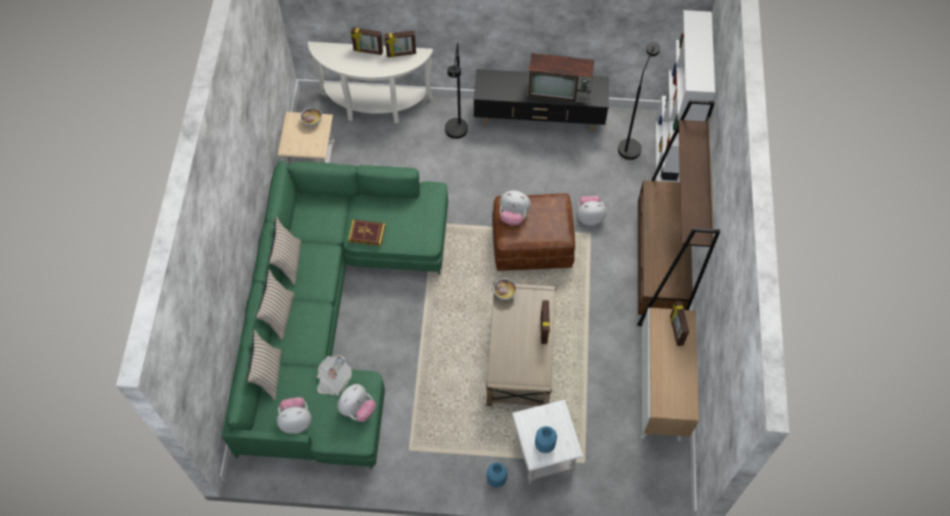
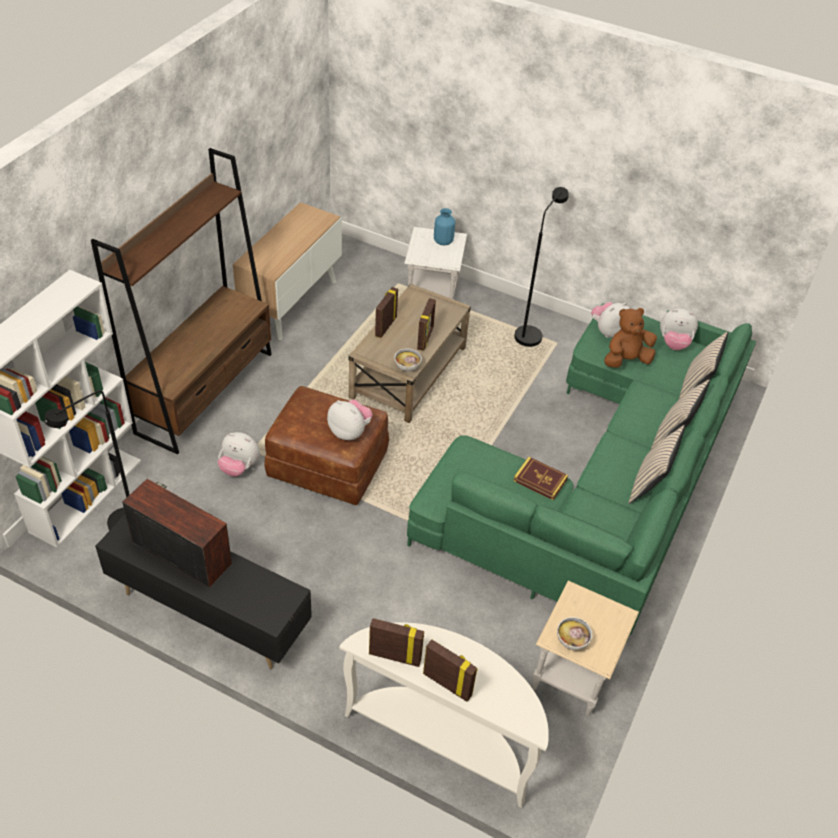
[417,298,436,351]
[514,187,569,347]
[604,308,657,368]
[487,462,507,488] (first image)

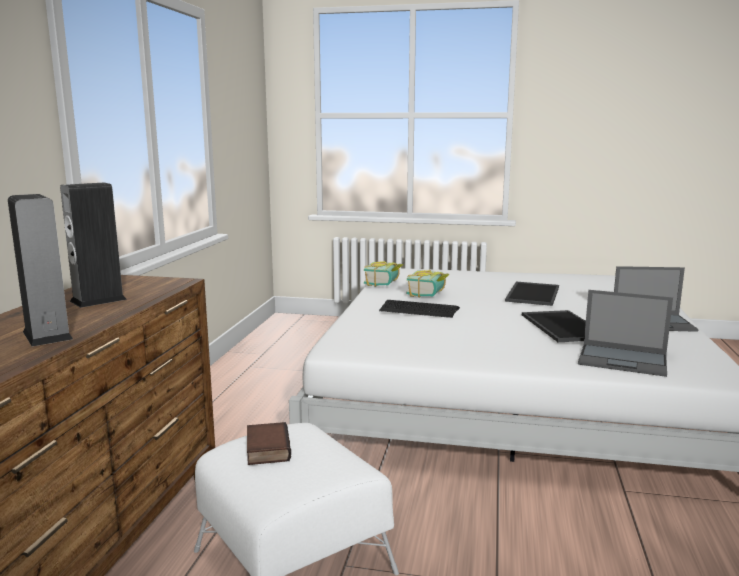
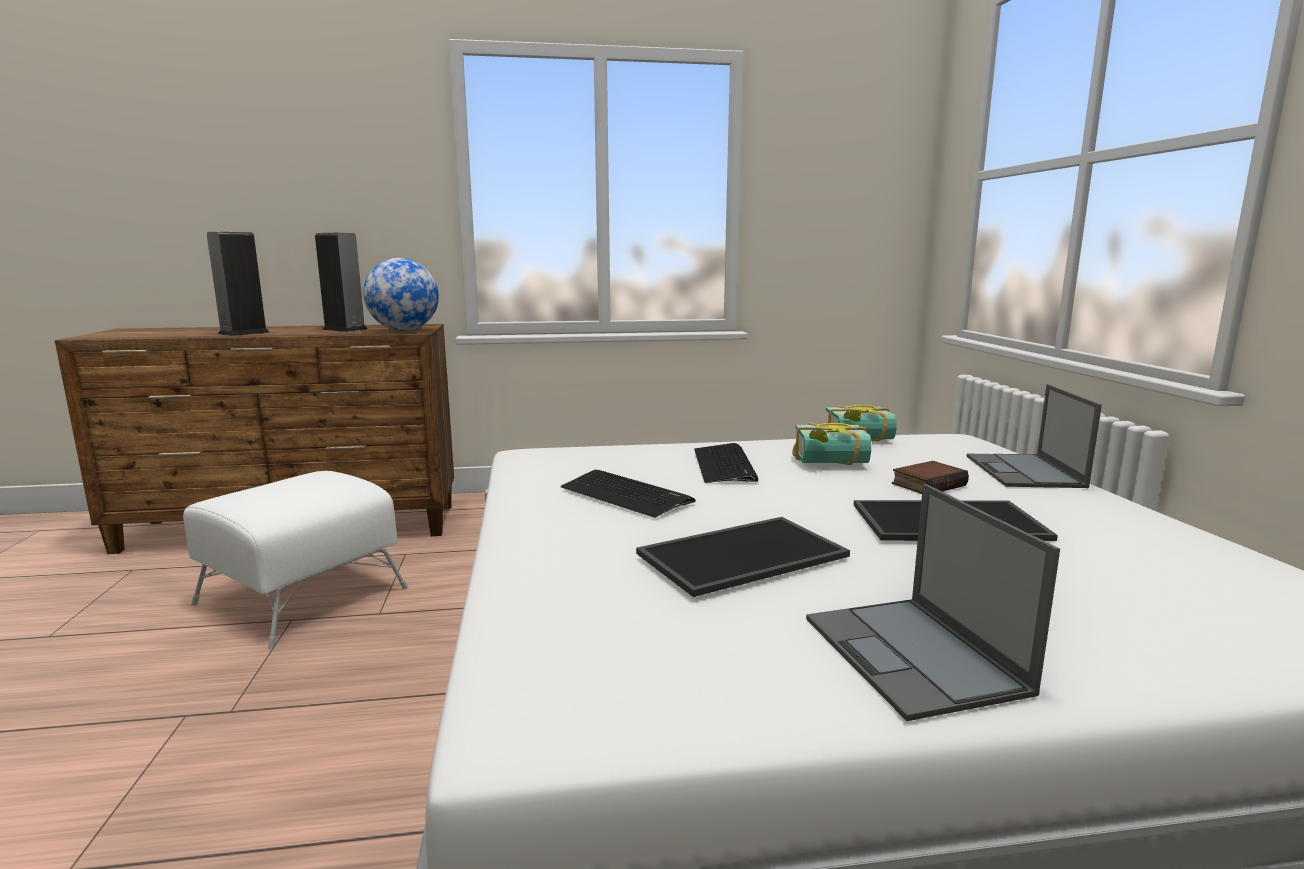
[363,258,439,331]
[561,470,696,518]
[892,461,969,494]
[967,384,1102,488]

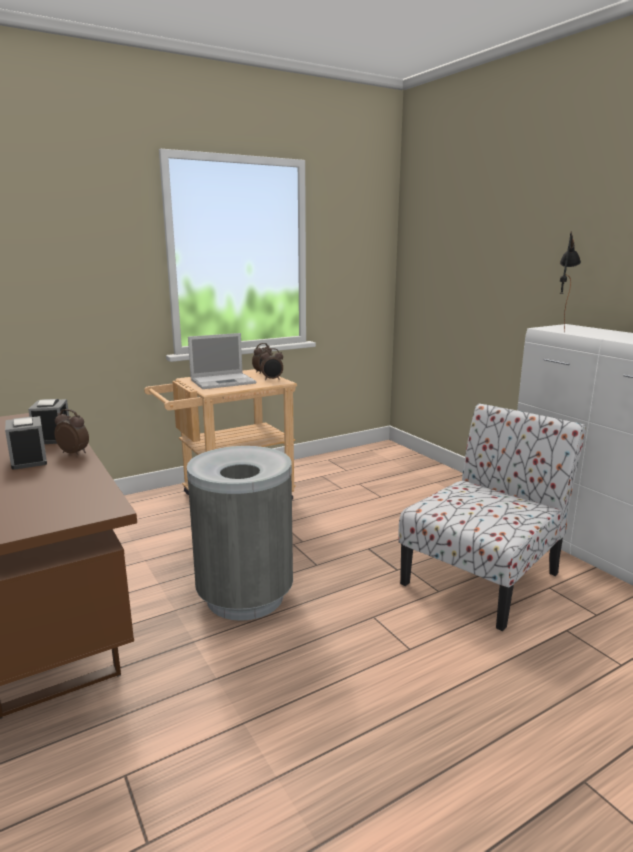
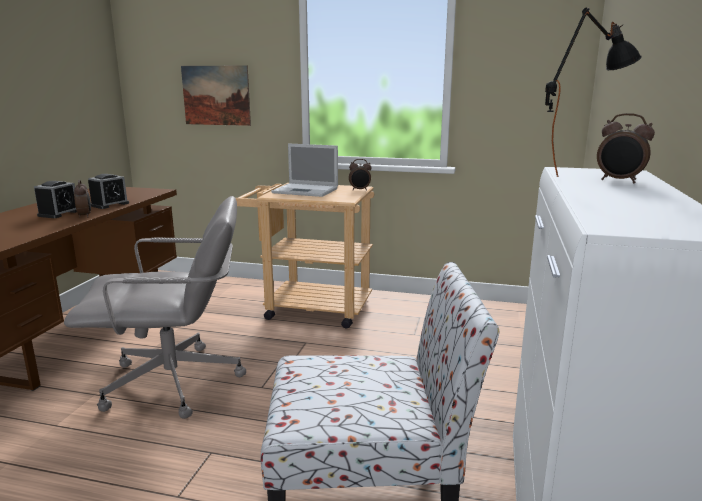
[64,196,246,419]
[181,66,251,126]
[597,113,655,183]

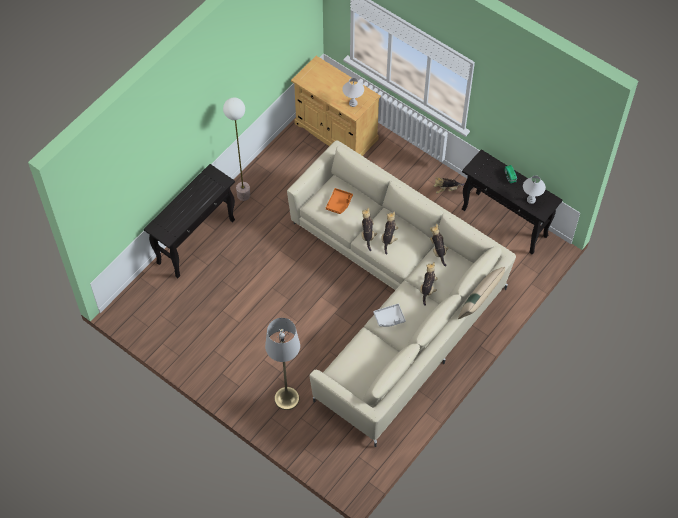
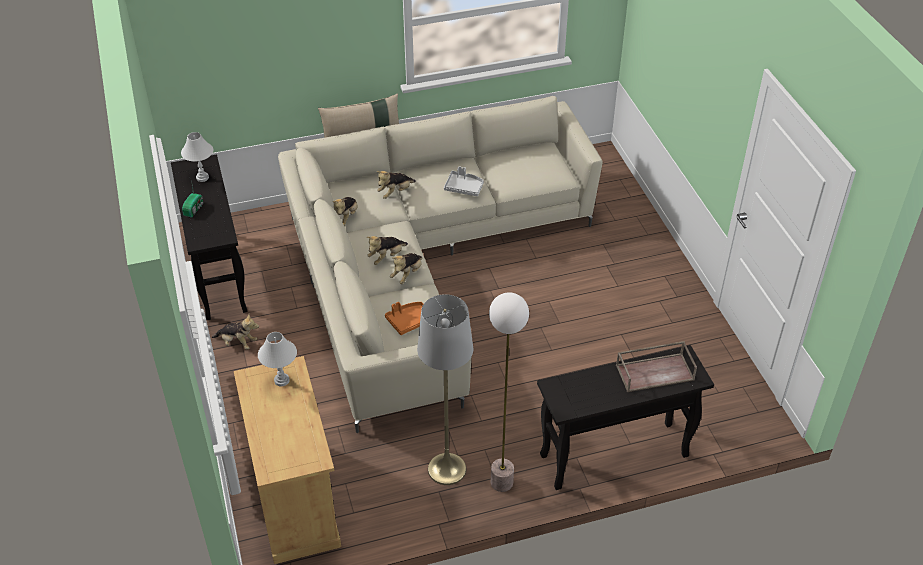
[417,294,473,485]
[616,341,697,392]

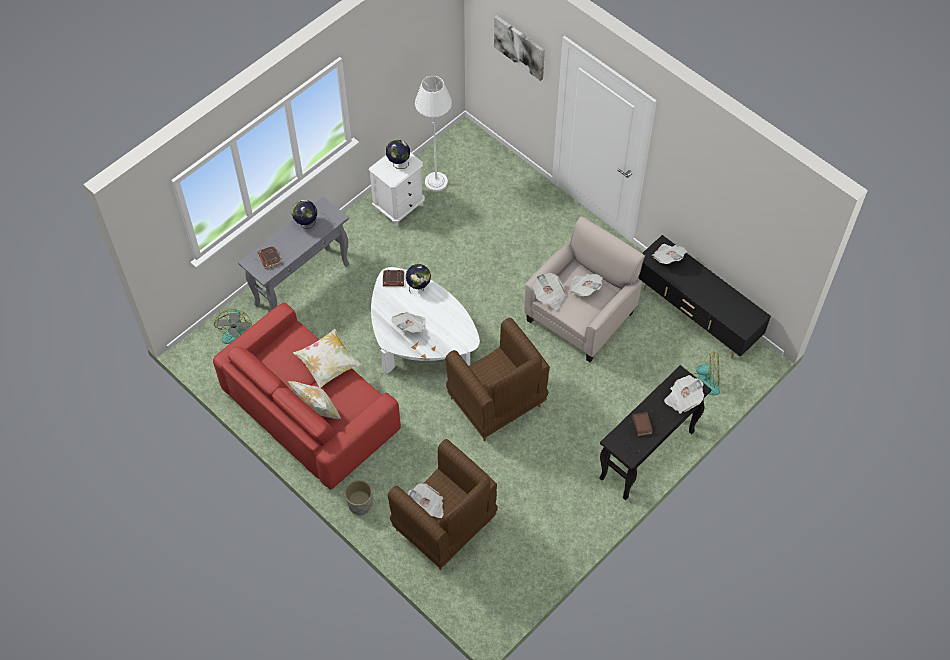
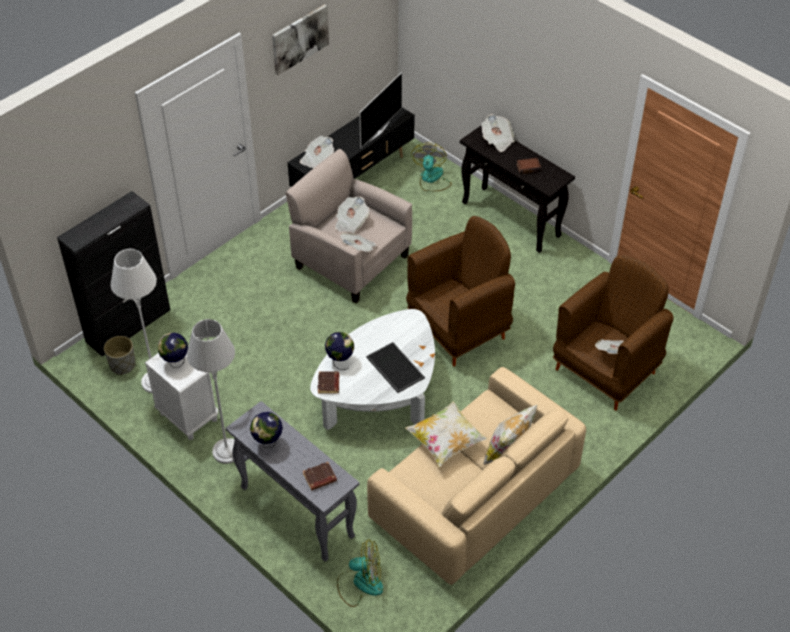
[57,191,170,357]
[104,336,135,375]
[187,319,235,464]
[272,4,329,75]
[359,72,402,148]
[366,342,425,393]
[367,367,586,585]

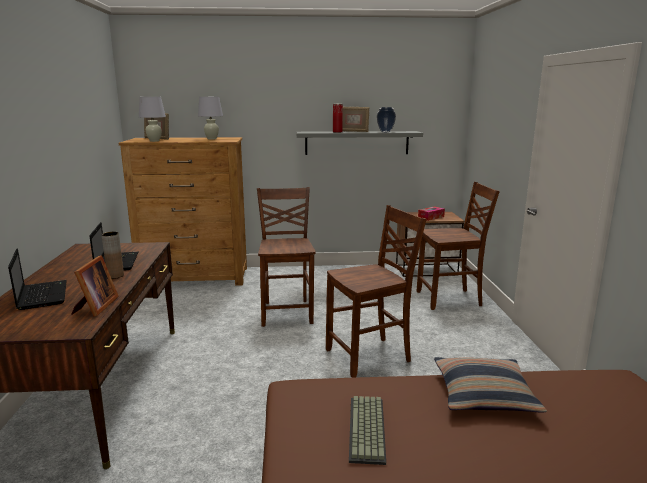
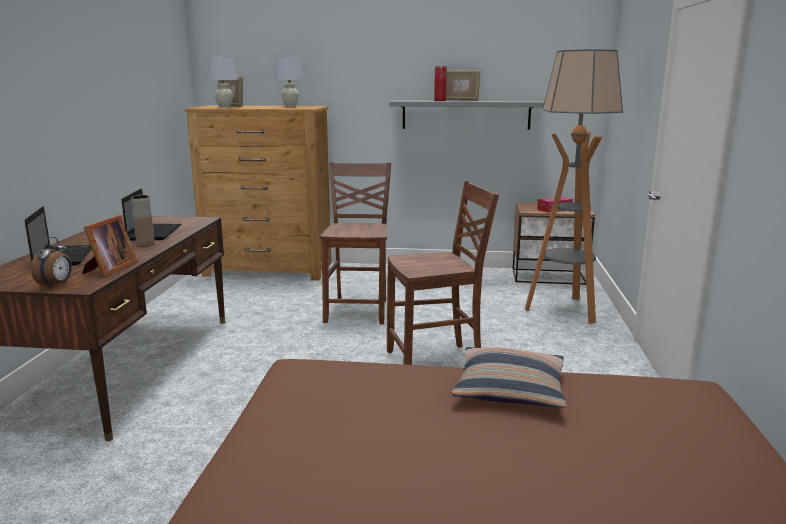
[31,237,72,289]
[525,49,623,324]
[349,396,386,465] (first image)
[377,107,396,132] (first image)

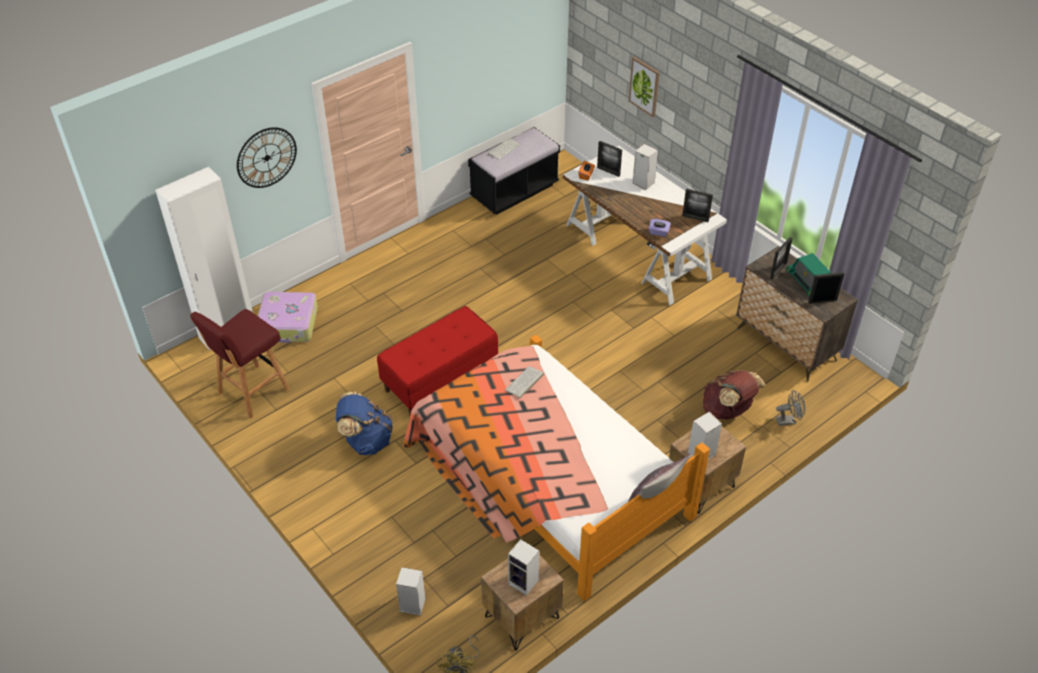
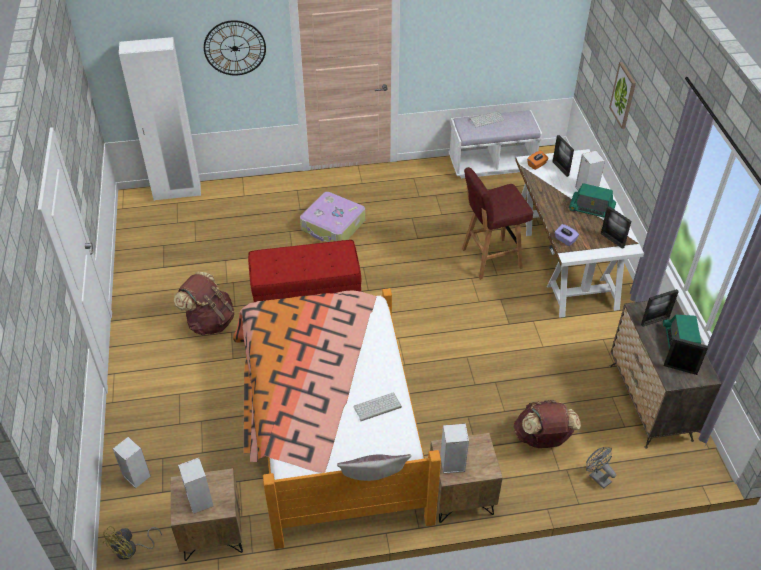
[174,272,234,335]
[300,192,365,242]
[353,392,402,421]
[449,110,542,178]
[462,167,533,280]
[569,183,616,217]
[586,447,616,489]

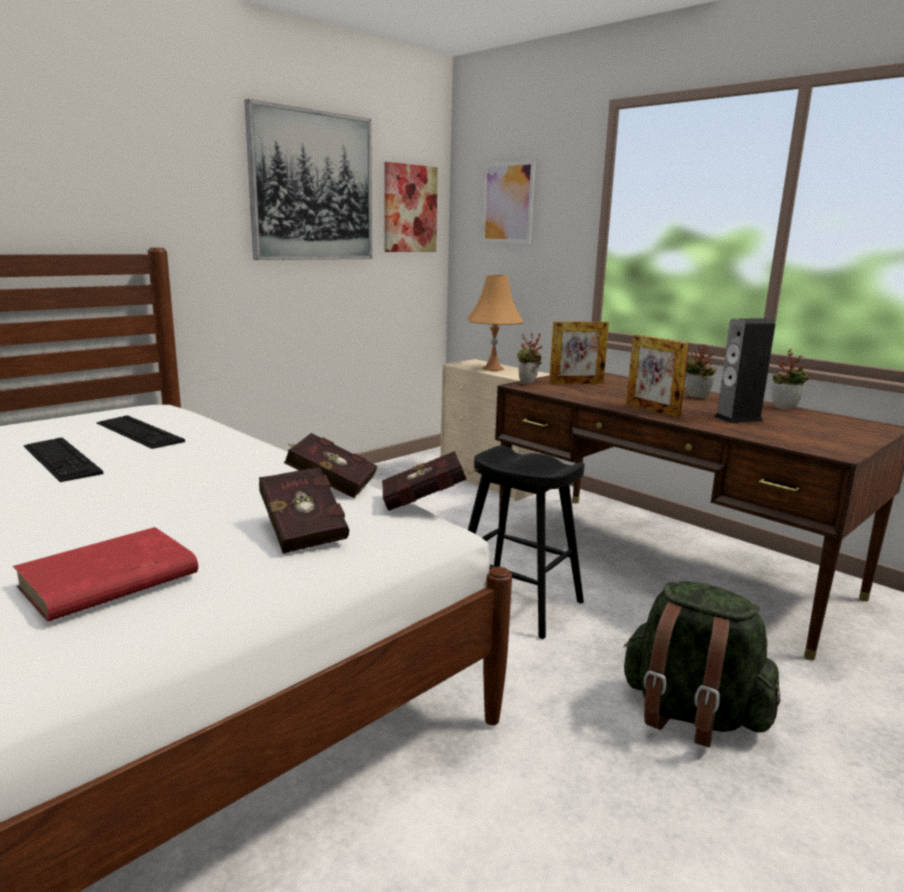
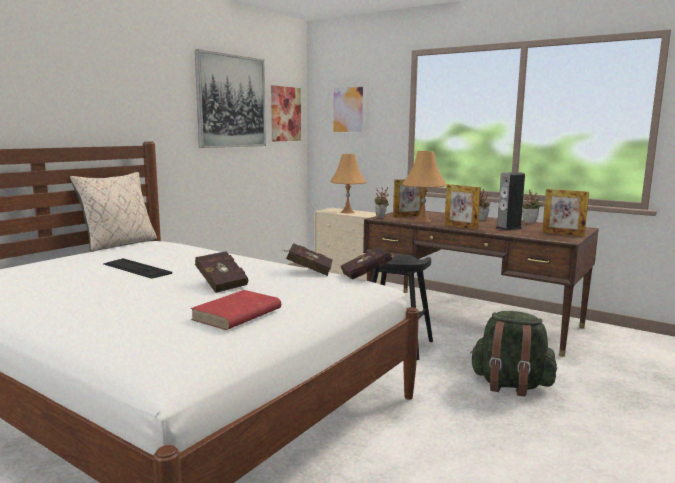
[70,172,157,252]
[195,251,248,293]
[402,151,446,222]
[542,189,589,236]
[97,415,185,449] (first image)

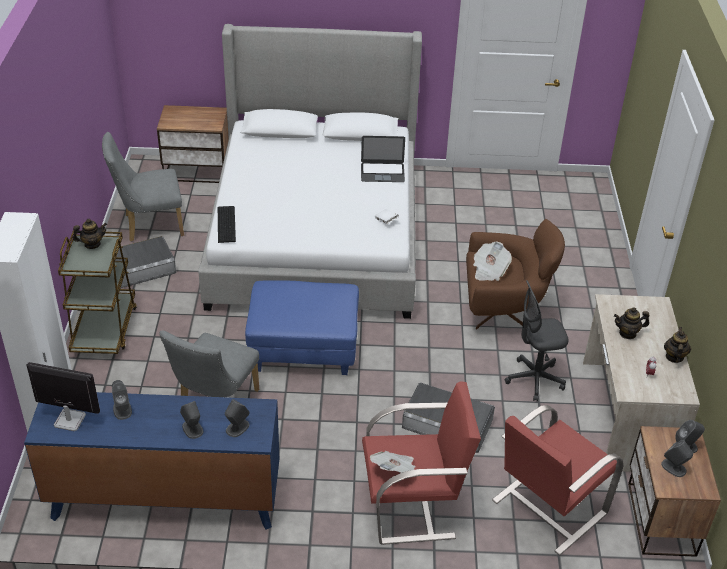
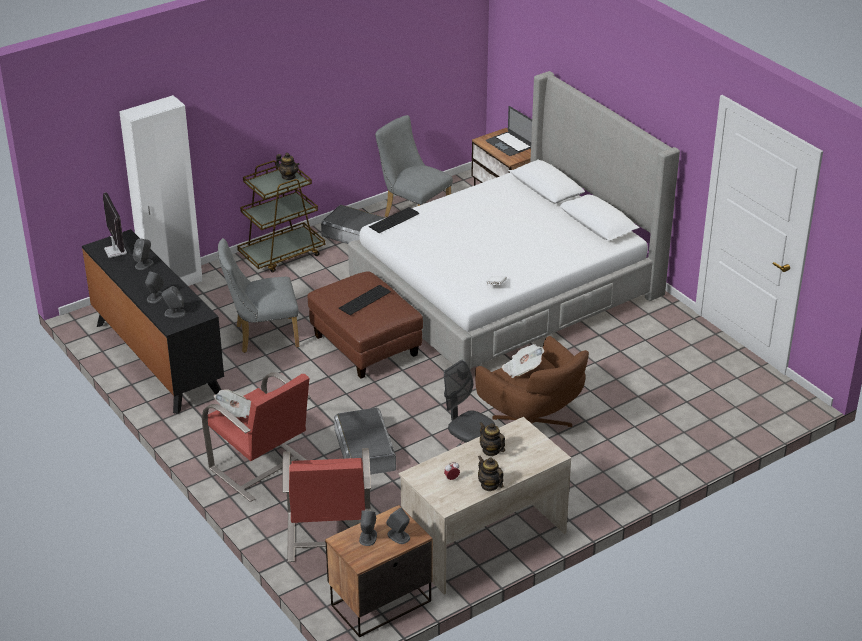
[82,229,224,414]
[282,448,371,562]
[307,271,423,379]
[339,285,391,315]
[478,456,504,491]
[486,106,532,156]

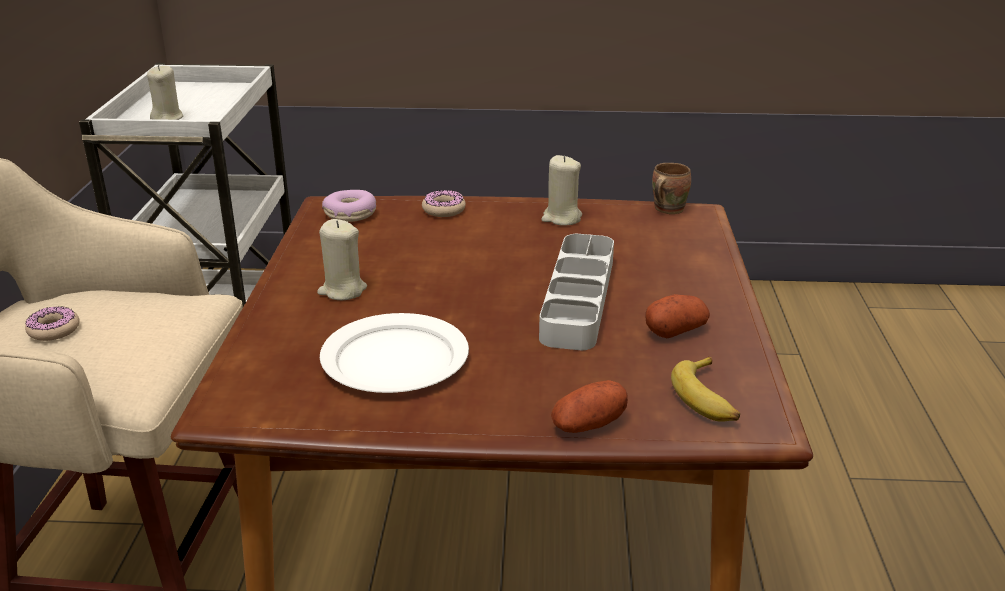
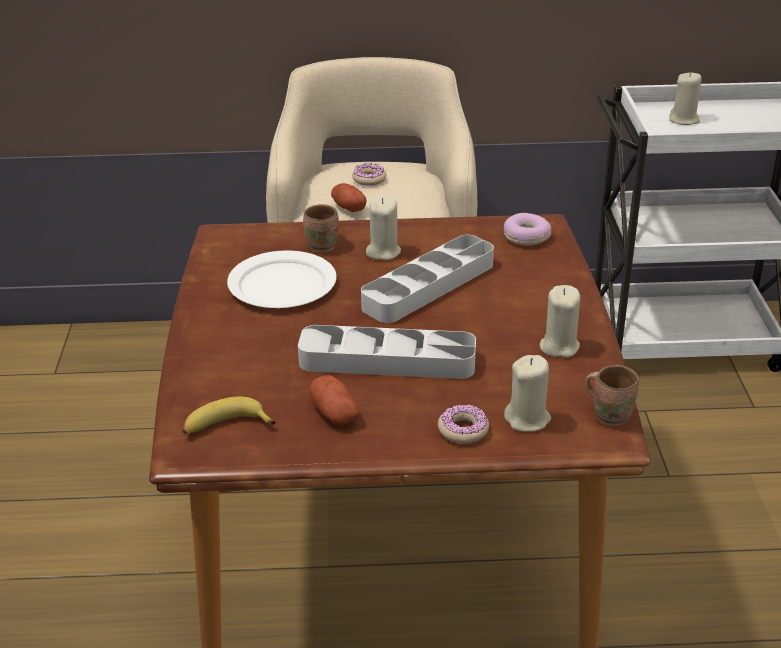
[303,204,339,253]
[331,183,367,212]
[361,235,494,323]
[438,404,489,444]
[504,355,551,432]

